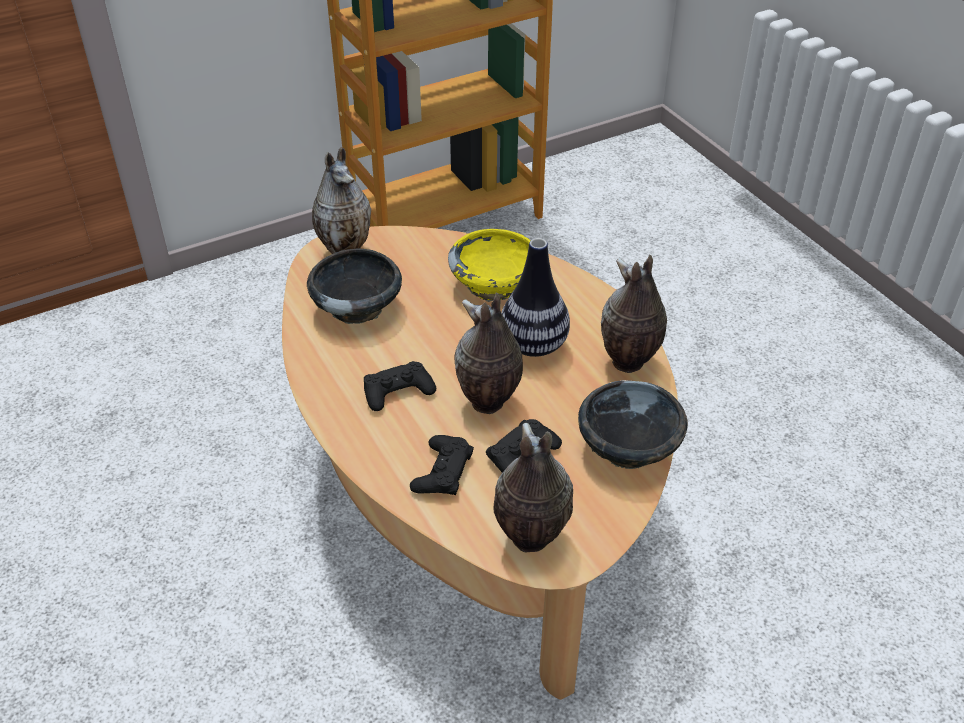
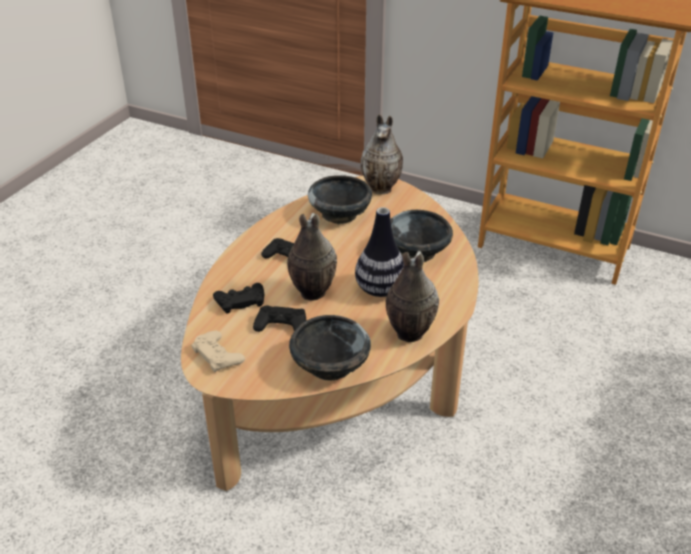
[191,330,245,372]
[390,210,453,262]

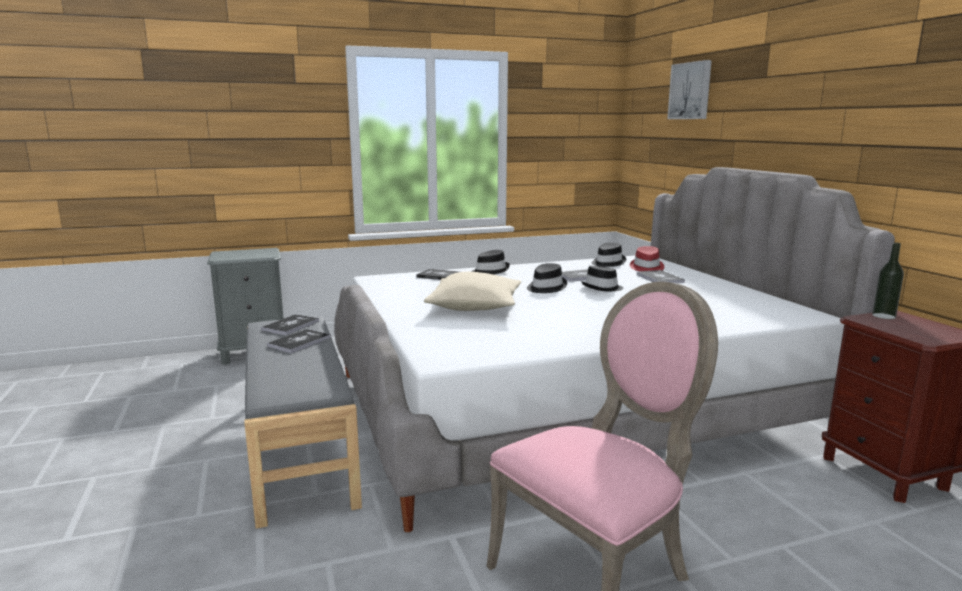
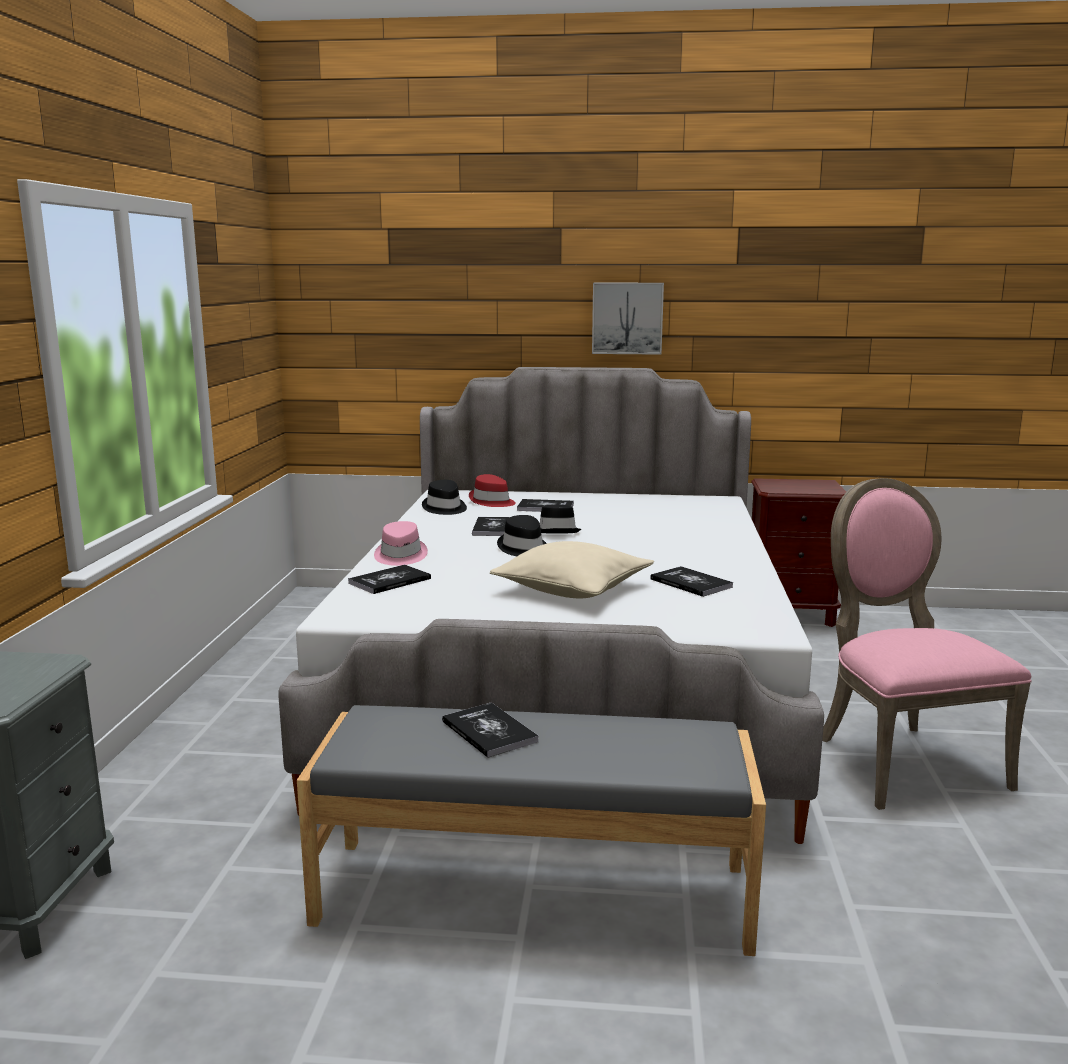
[374,521,428,566]
[592,283,664,355]
[650,566,733,597]
[872,242,904,319] (first image)

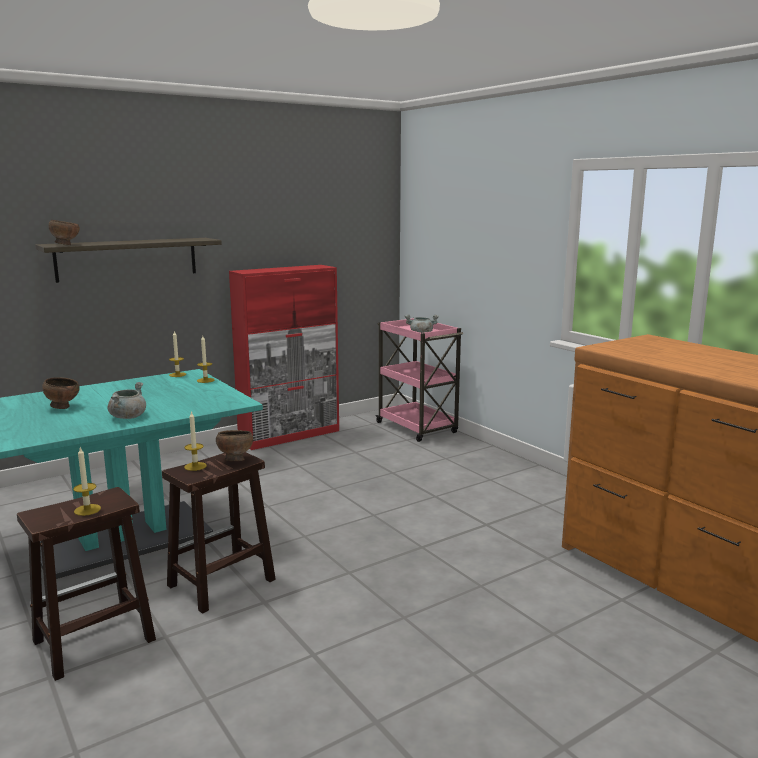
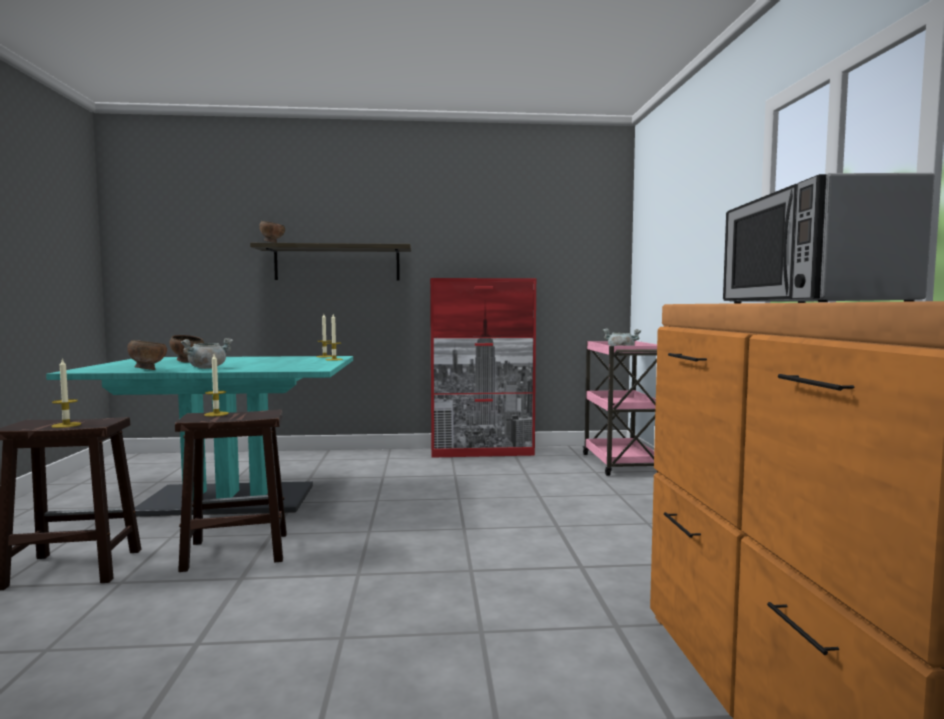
[127,340,167,370]
[723,173,934,303]

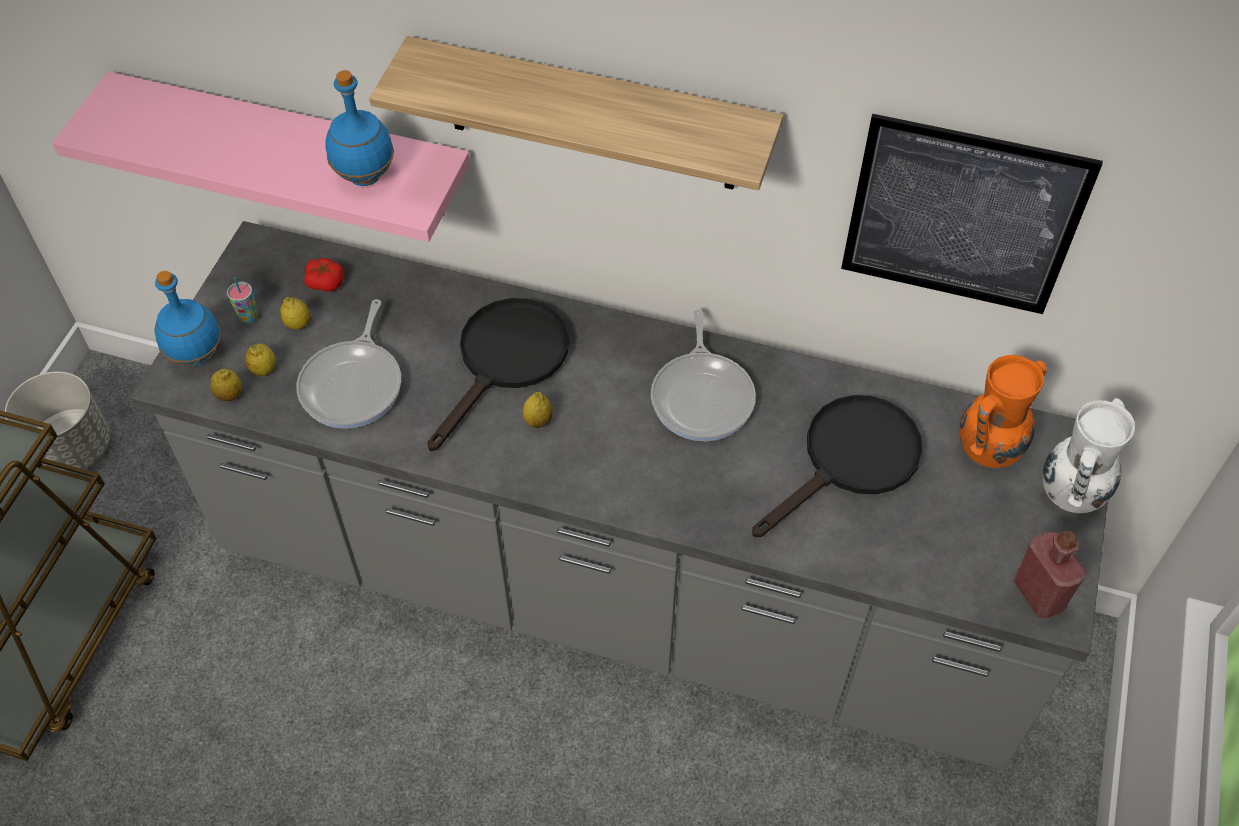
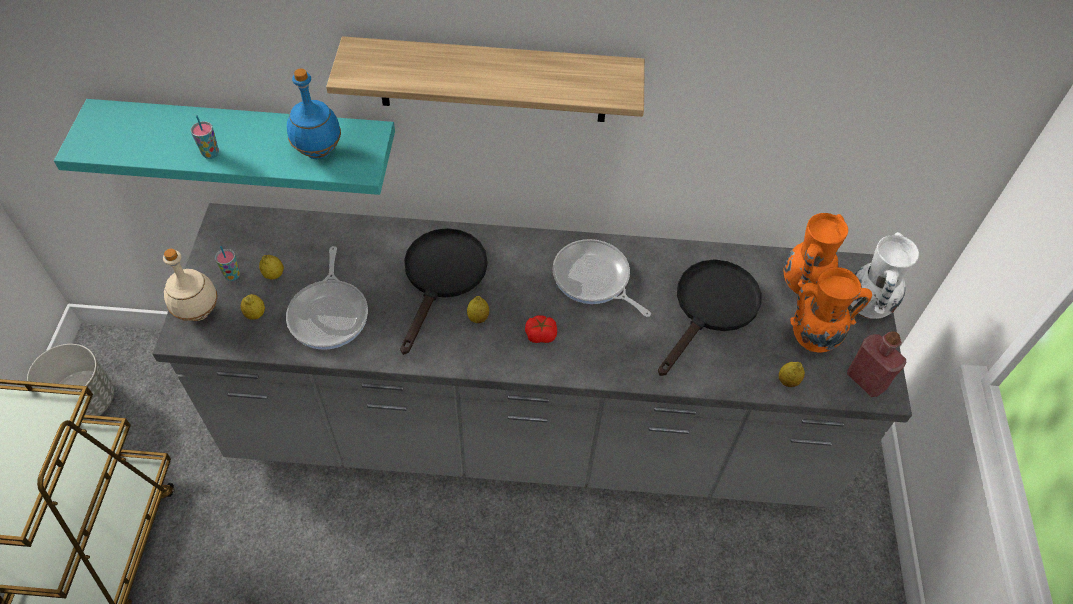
[54,99,395,195]
[163,249,218,321]
[191,115,219,159]
[525,315,557,343]
[552,239,651,317]
[779,362,805,387]
[790,267,872,353]
[841,114,1103,314] (first image)

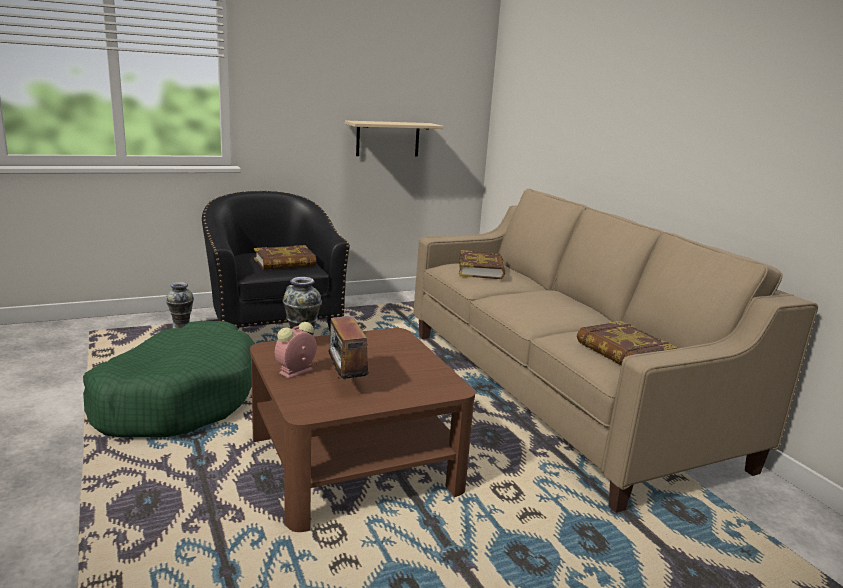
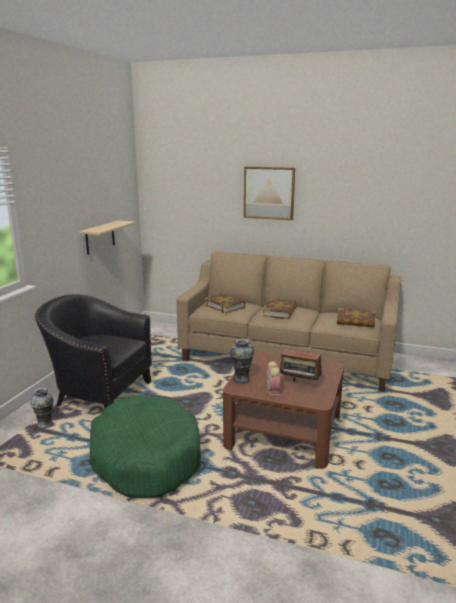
[244,167,295,220]
[263,299,297,319]

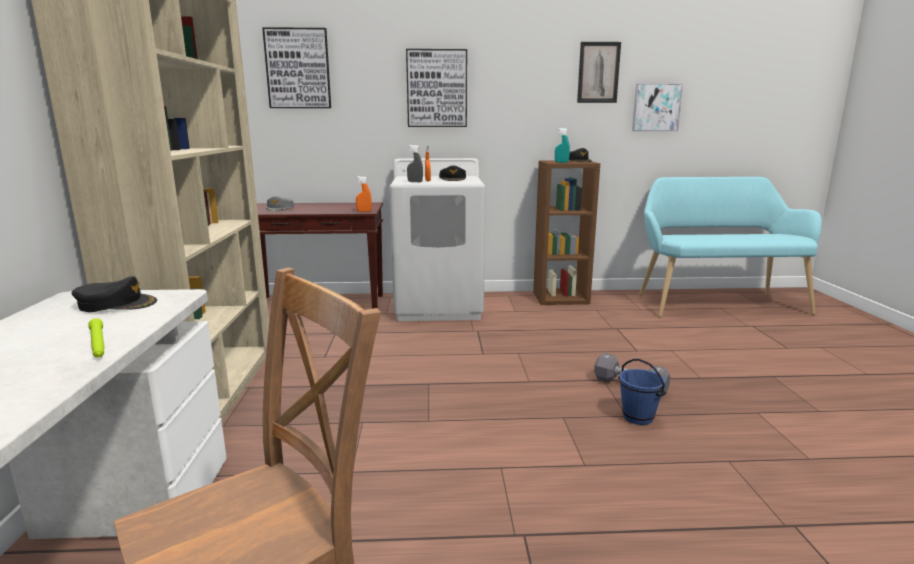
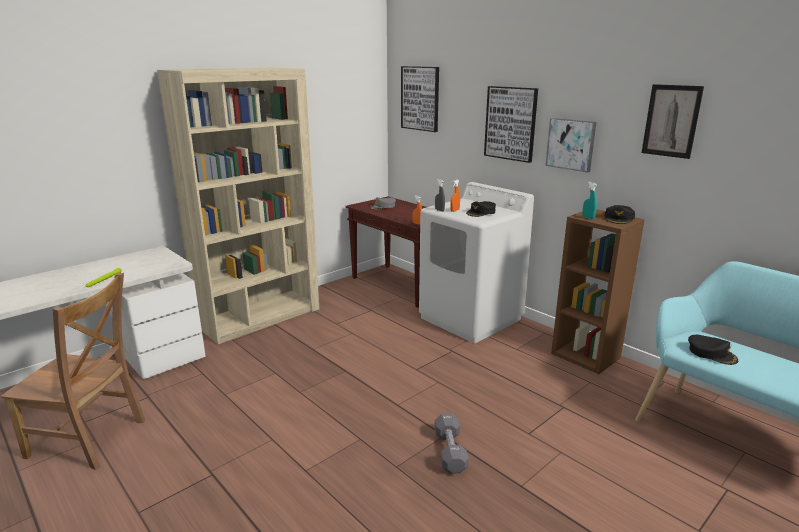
[545,118,596,173]
[688,335,738,365]
[618,359,666,425] (first image)

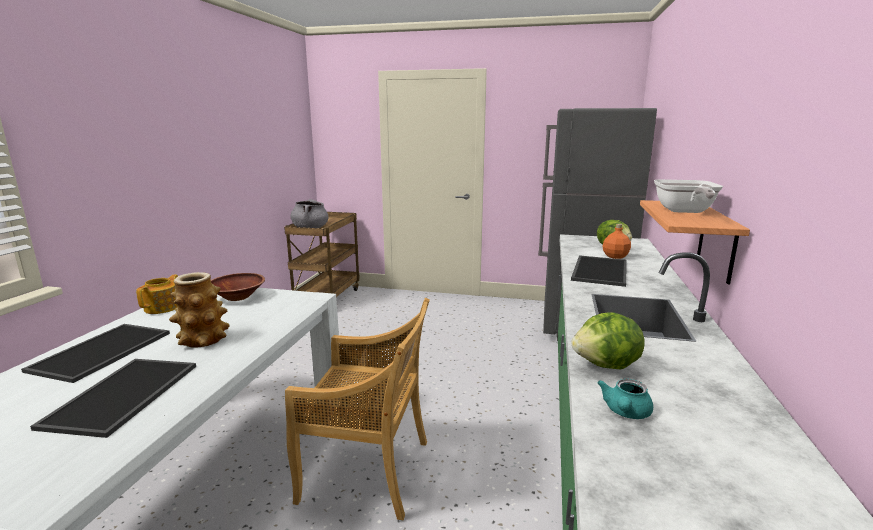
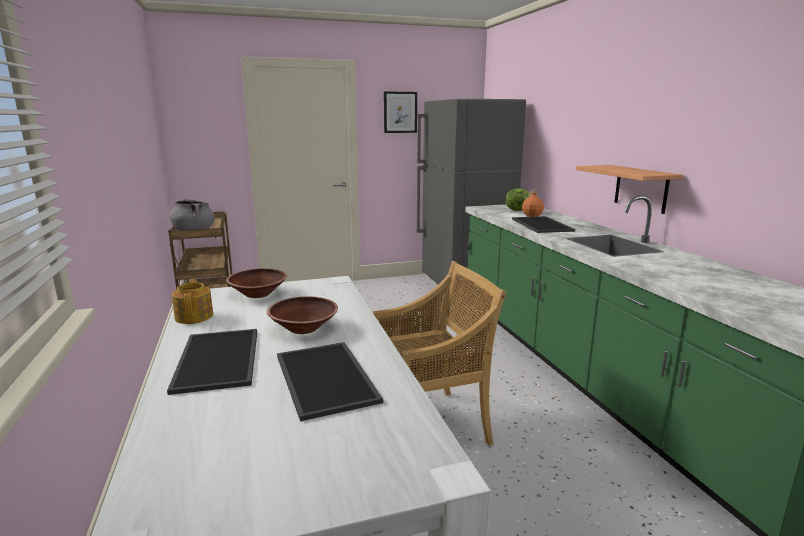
[267,296,338,334]
[384,91,417,133]
[572,312,644,369] (first image)
[597,379,653,419] (first image)
[654,179,723,213] (first image)

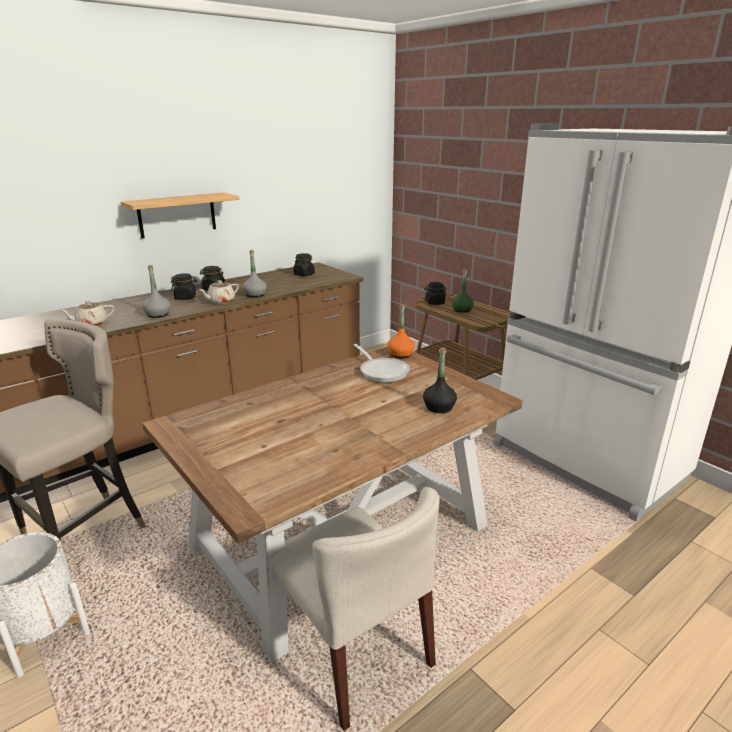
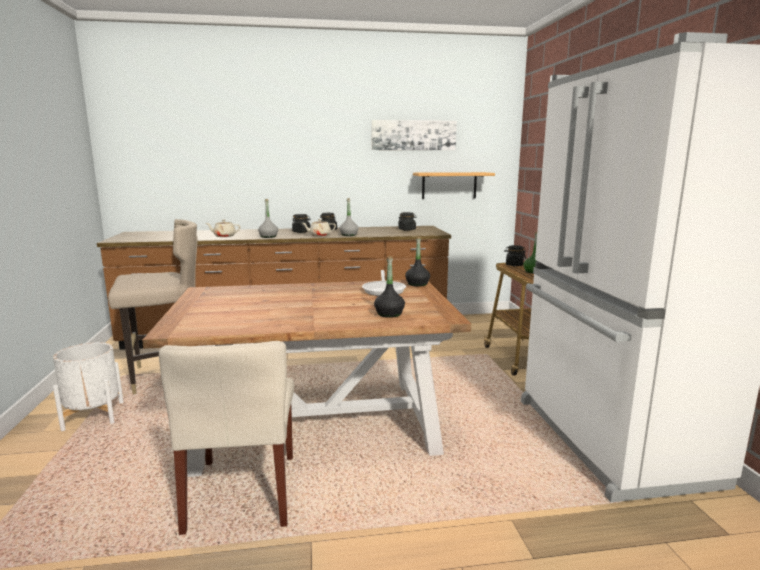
[372,120,457,150]
[405,237,430,287]
[413,172,495,199]

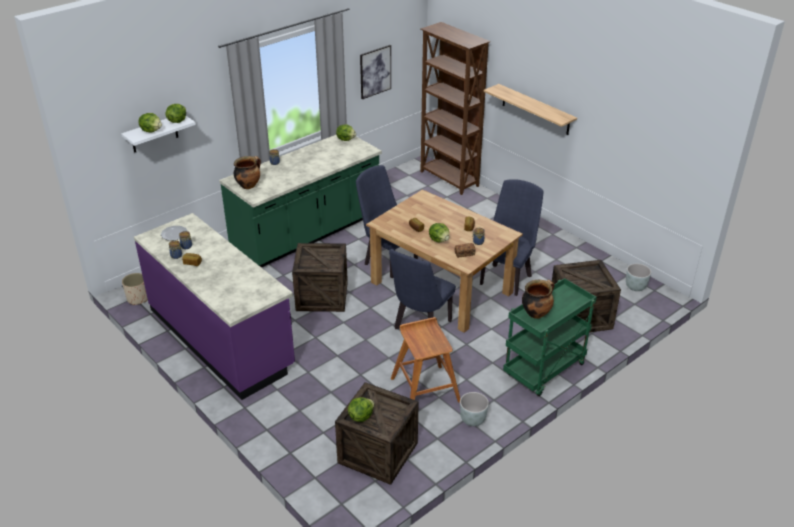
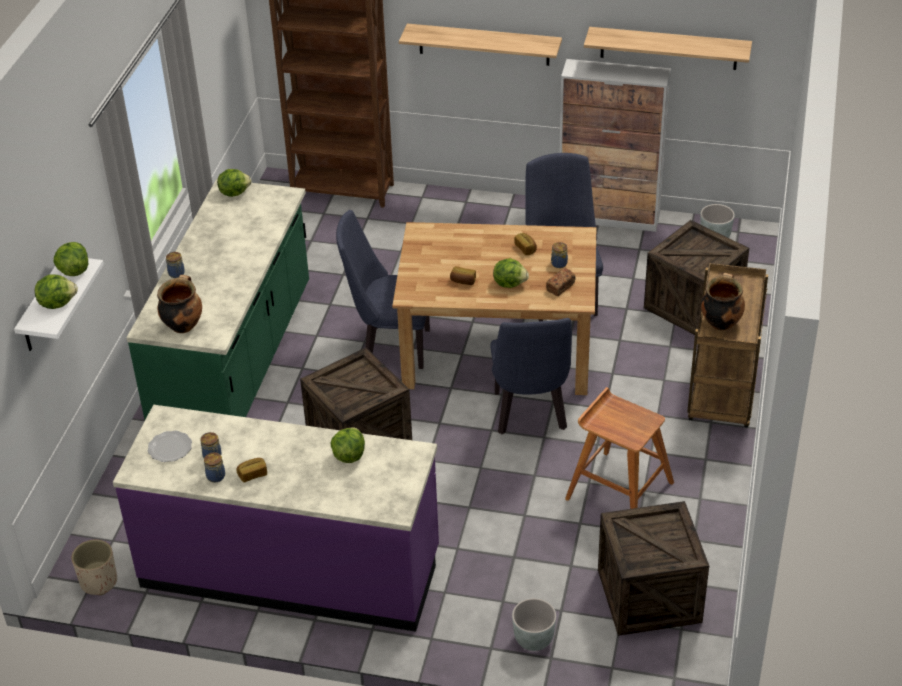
[330,427,365,463]
[512,598,556,651]
[559,59,671,232]
[584,27,752,70]
[687,263,768,428]
[360,45,391,99] (first image)

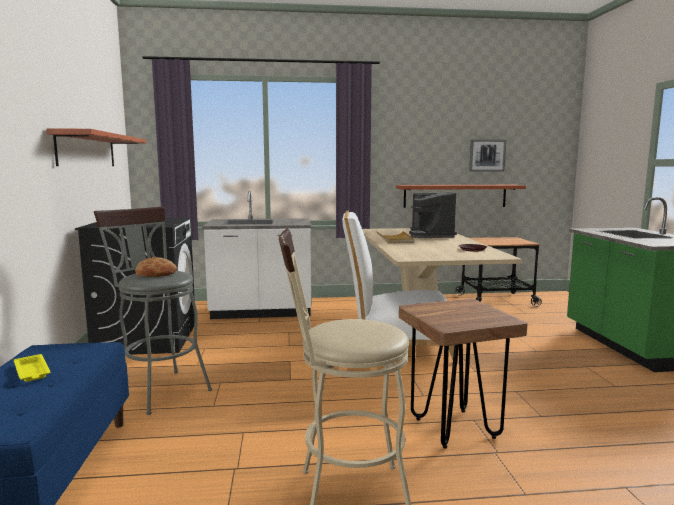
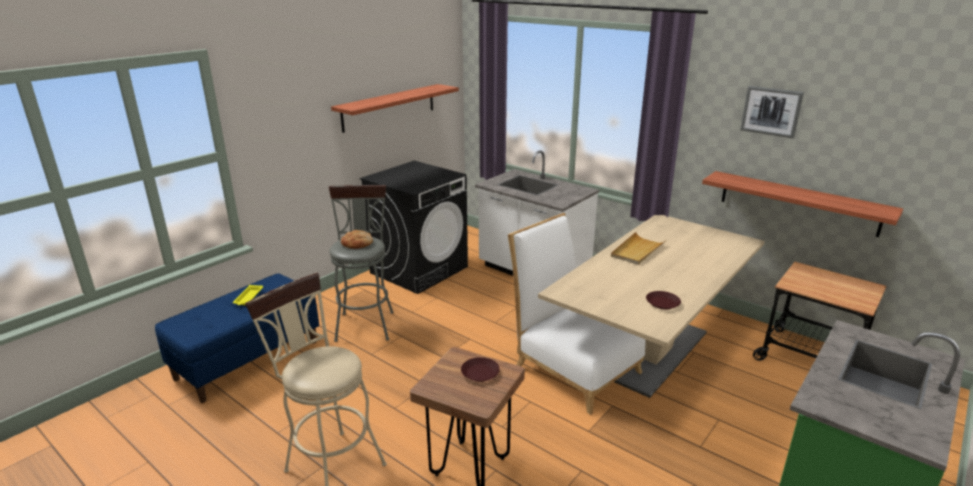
[461,357,500,382]
[740,86,804,138]
[409,192,457,238] (first image)

